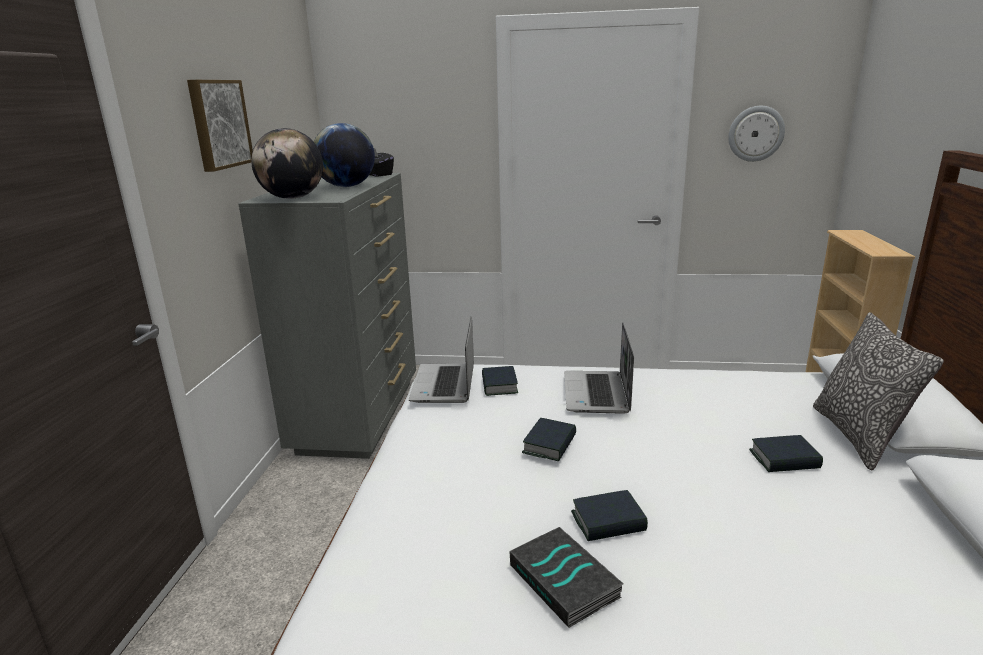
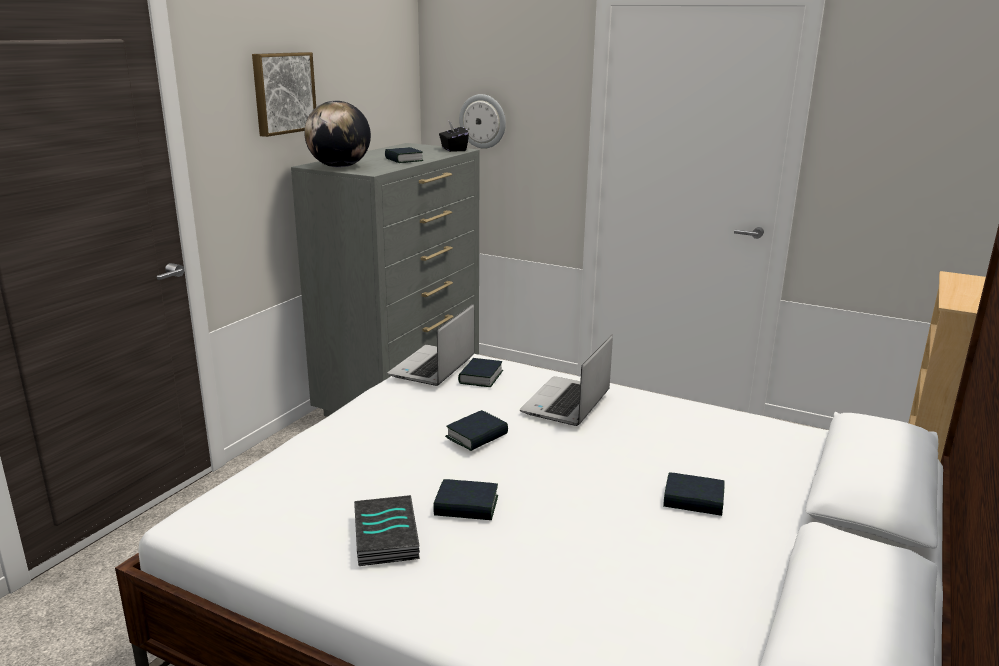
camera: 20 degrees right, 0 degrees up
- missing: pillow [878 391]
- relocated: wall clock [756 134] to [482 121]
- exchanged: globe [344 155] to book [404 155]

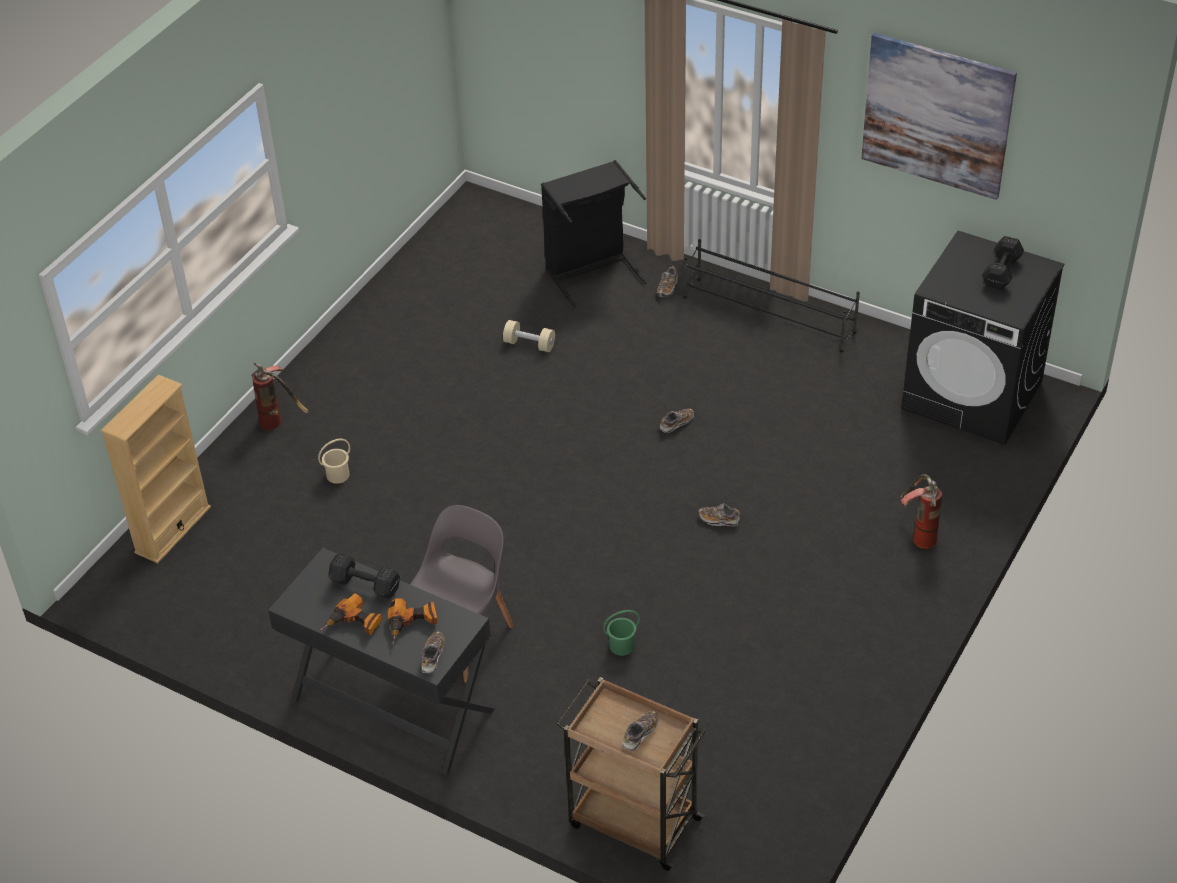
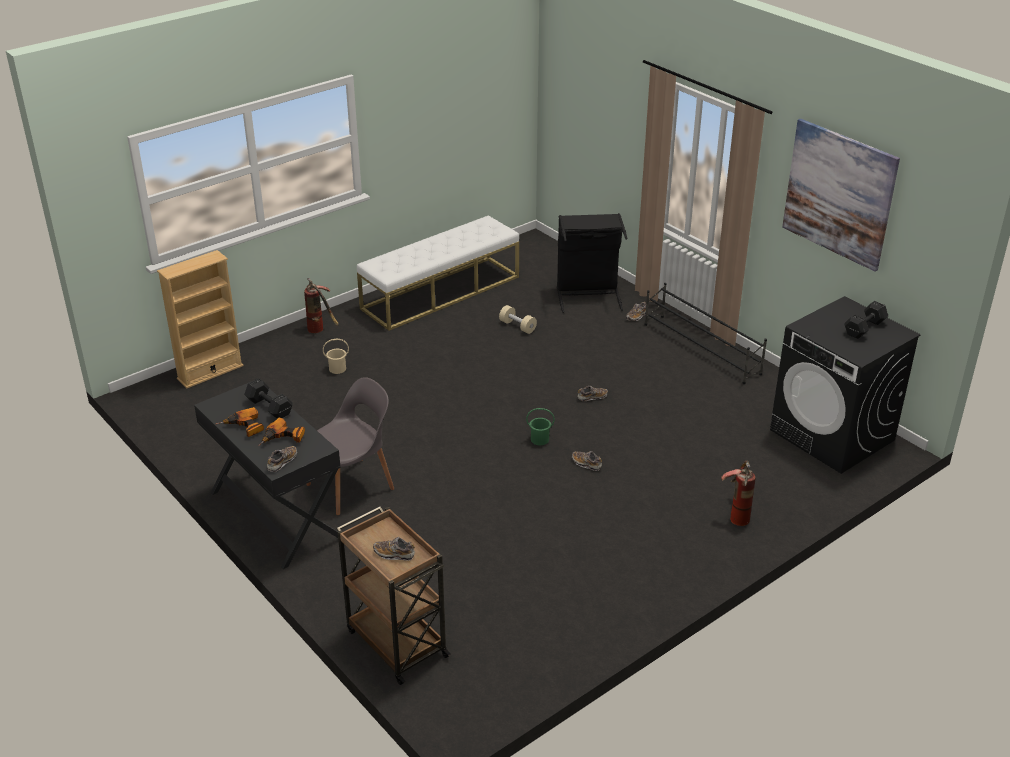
camera: 20 degrees right, 10 degrees down
- appeared: bench/white [438 273]
- relocated: bucket/green [621 633] to [540 426]
- spun: shoe [640 731] = [394 549] 135 degrees counterclockwise

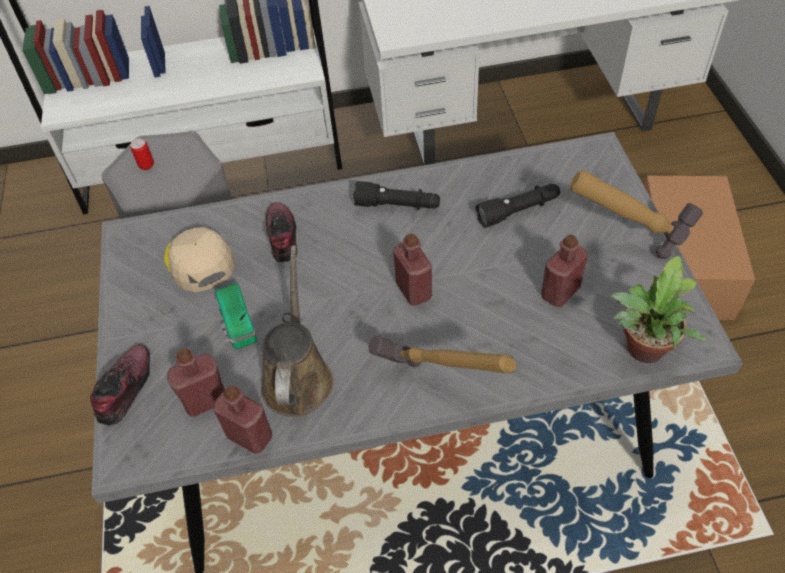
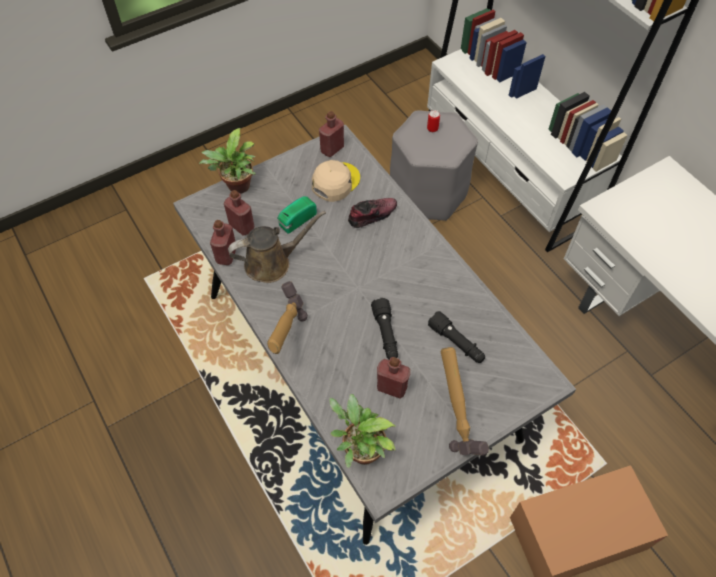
camera: 65 degrees right, 5 degrees up
- relocated: flashlight/black [396 195] to [384 328]
- relocated: bottle/red [412 269] to [331 134]
- exchanged: shoe [120 385] to potted plant [227 161]

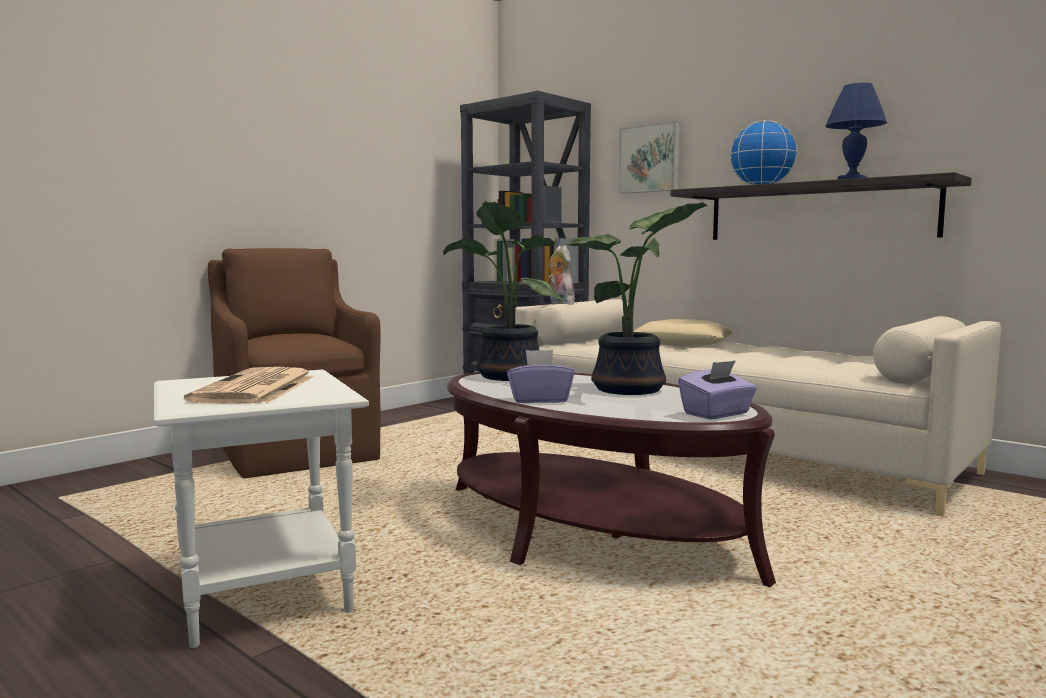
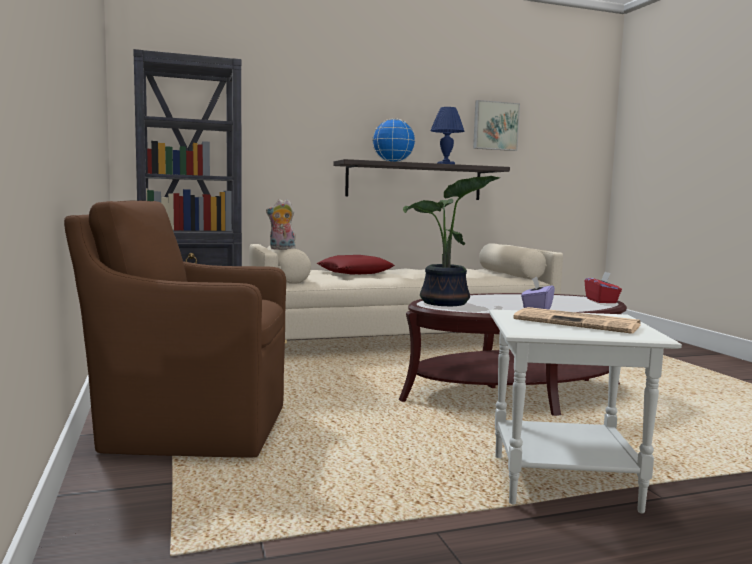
camera: 60 degrees left, 0 degrees up
- missing: potted plant [635 298]
- relocated: picture [649 157] to [496 125]
- colour: pillow/beige [684 333] to pillow/red [356 265]
- colour: tissue box/purple [717 390] to tissue box/red [603 287]

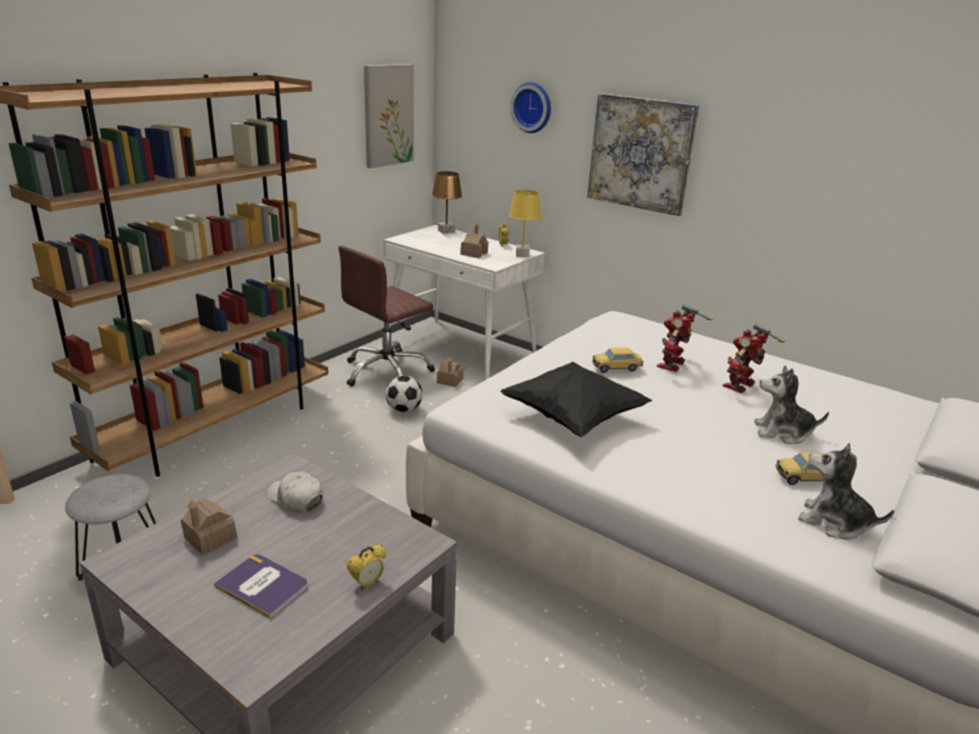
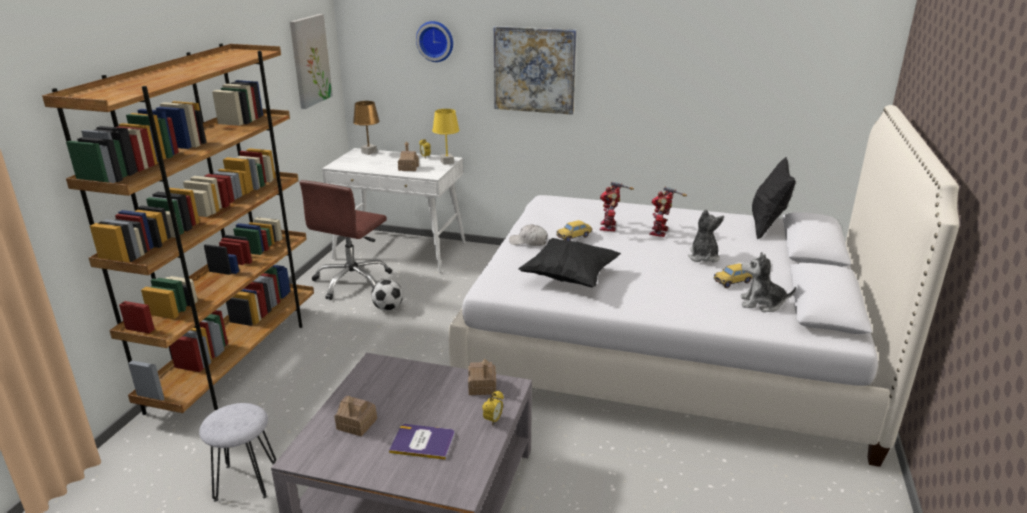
camera: 20 degrees left, 0 degrees up
- appeared: pillow/black [774 197]
- relocated: cap/white [294 492] to [528 235]
- relocated: toy house [450 372] to [482 377]
- spun: plush toy [791 405] = [706 236] 105 degrees clockwise

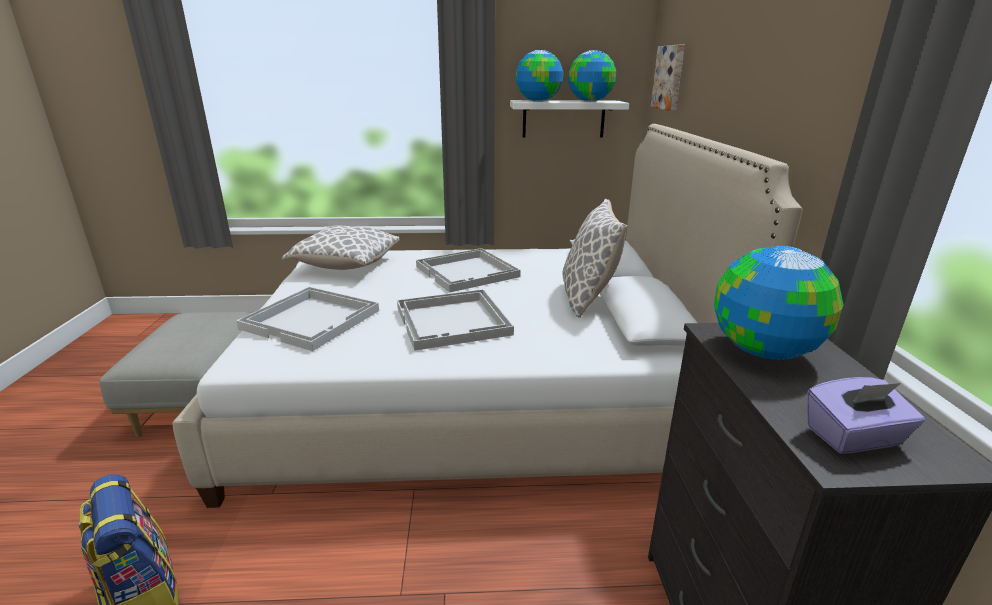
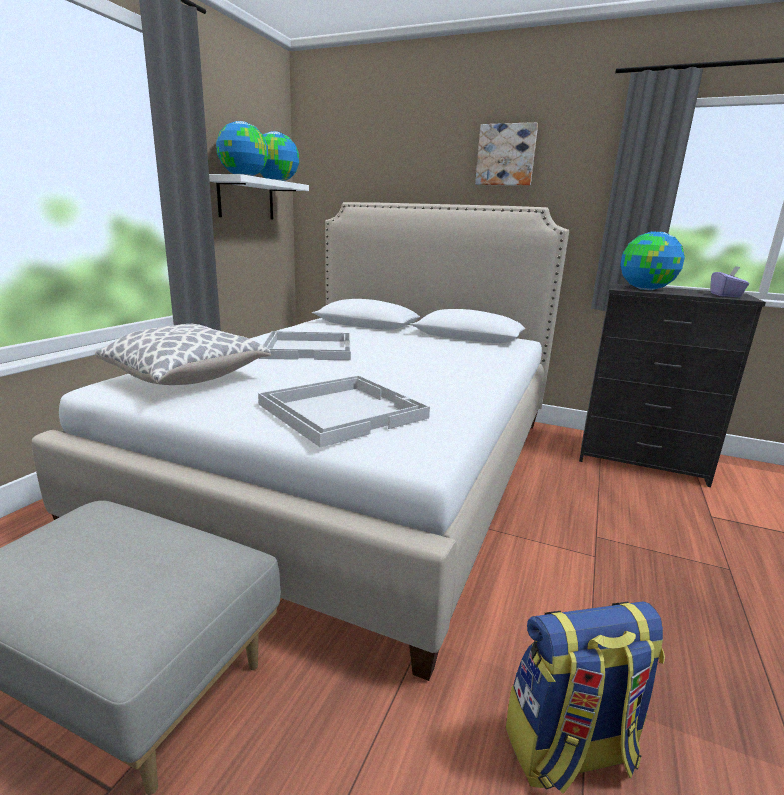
camera: 65 degrees left, 5 degrees down
- missing: tray/white [455 320]
- missing: pillow [594 258]
- relocated: picture [668 77] to [506 154]

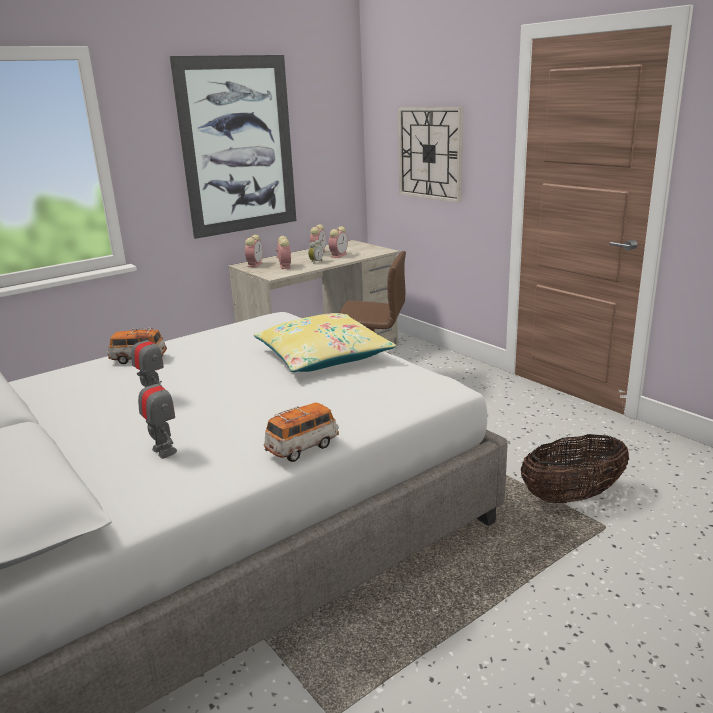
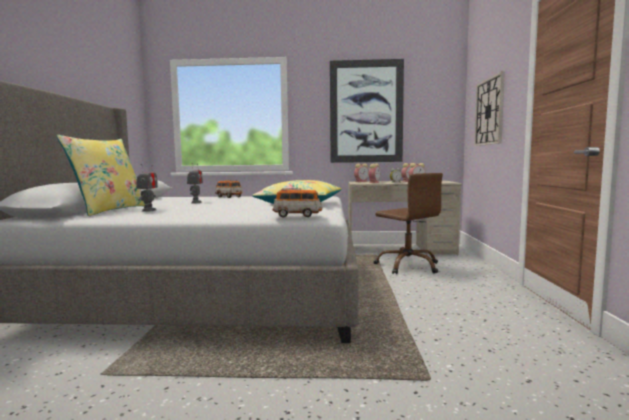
camera: 40 degrees right, 15 degrees down
- missing: basket [575 468]
- appeared: pillow/yellow [100 175]
- relocated: toy car [301 432] to [297 202]

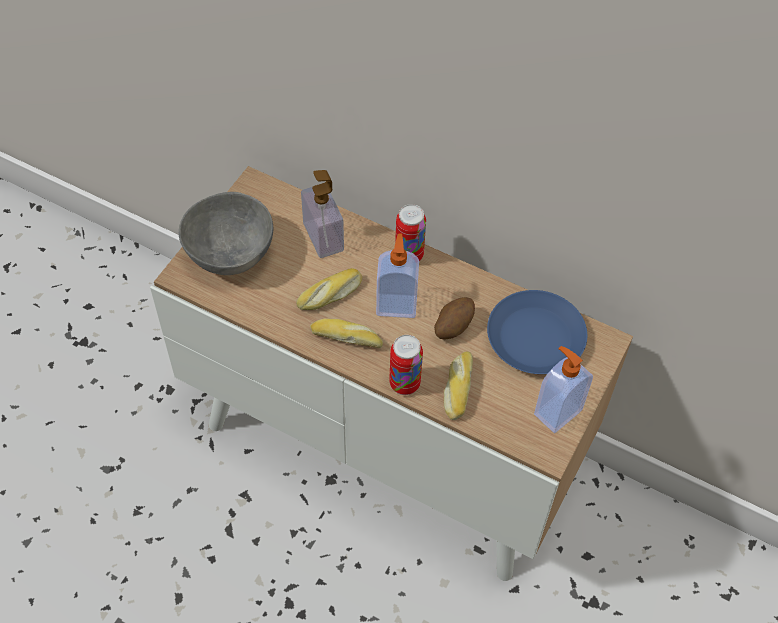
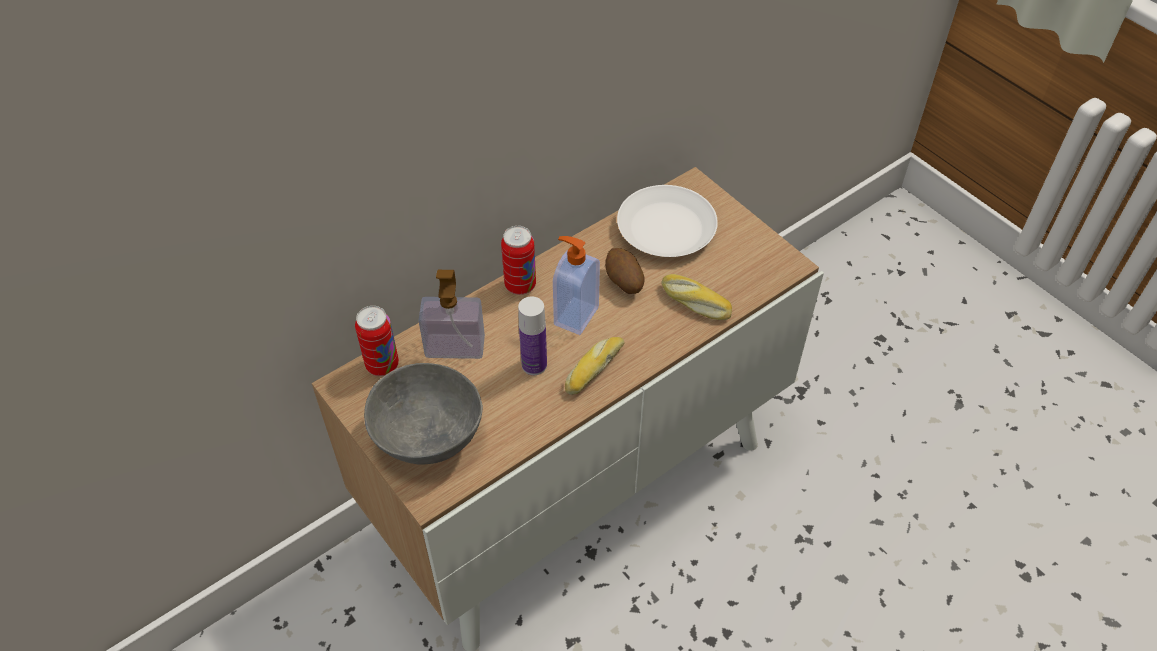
camera: 65 degrees left, 5 degrees down
- missing: soap dispenser [563 389]
- relocated: can [406 365] to [377 341]
- exchanged: bread [329 289] to bottle [532 335]
- colour: plate/blue [537 332] to plate/white [667 221]

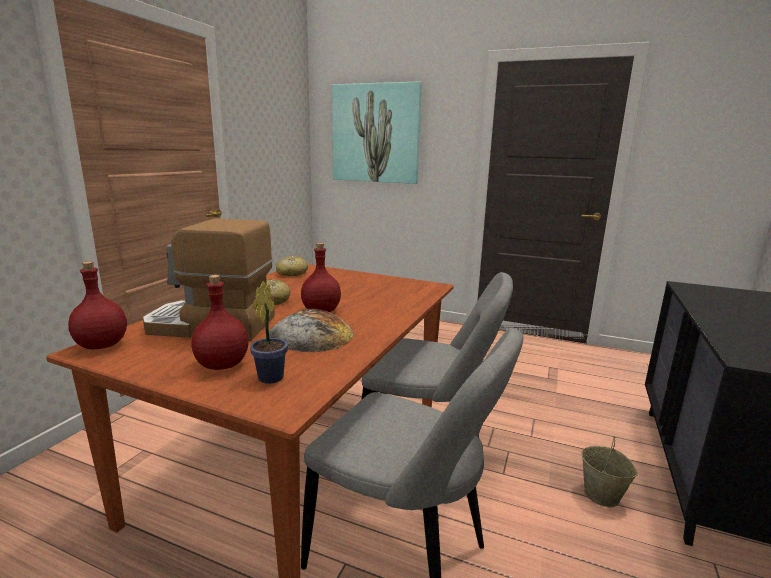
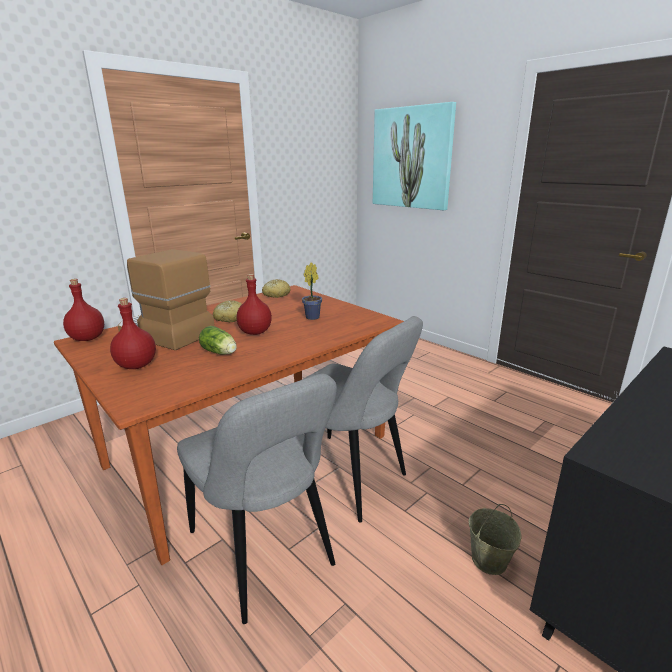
camera: 25 degrees right, 5 degrees up
- relocated: potted plant [269 332] to [312 291]
- exchanged: bread [311 330] to lettuce [218 340]

